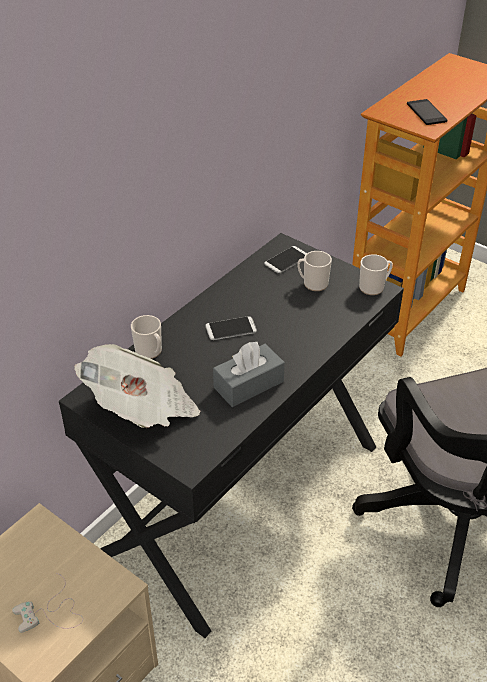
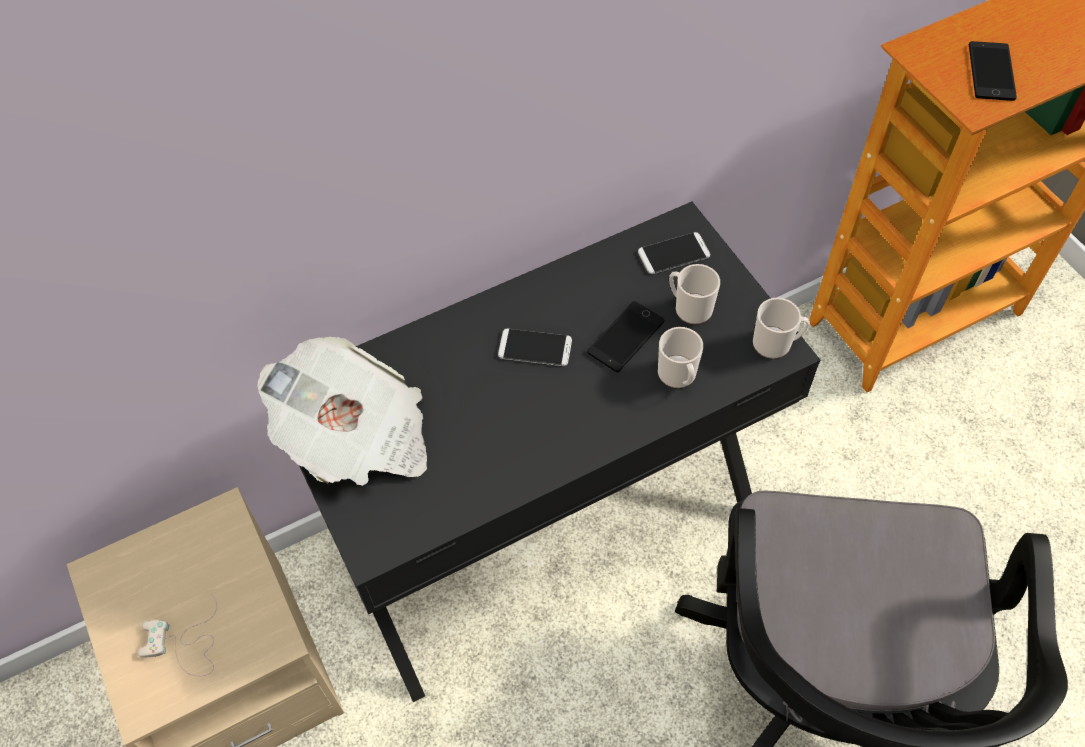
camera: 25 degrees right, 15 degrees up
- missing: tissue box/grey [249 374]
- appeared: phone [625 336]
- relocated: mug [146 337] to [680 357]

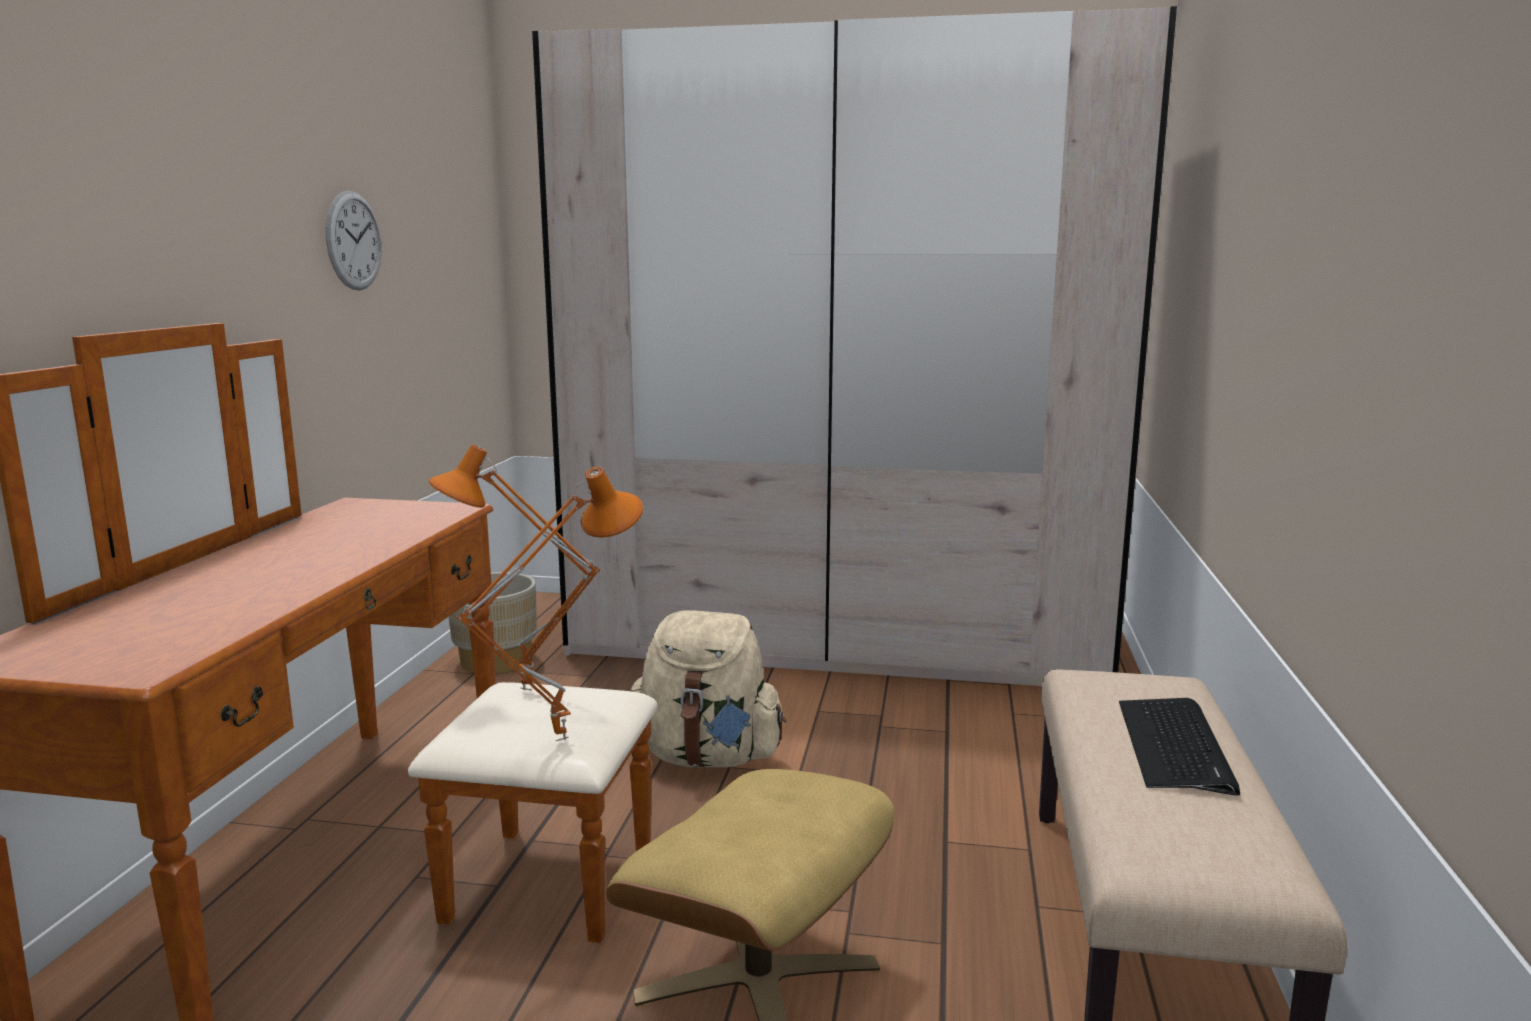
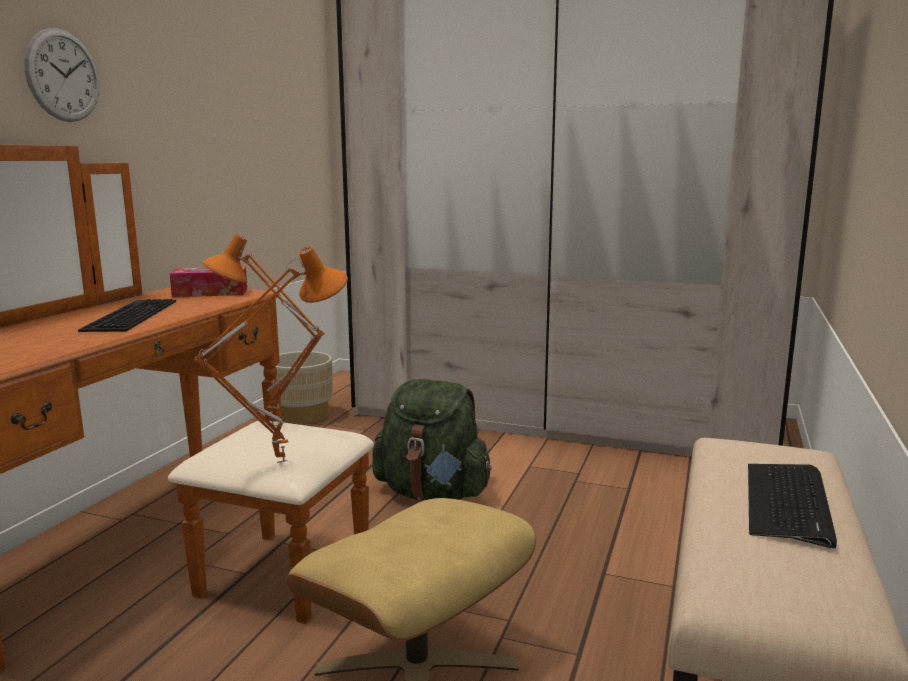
camera: 10 degrees right, 0 degrees up
- appeared: keyboard [127 315]
- appeared: tissue box [208 282]
- relocated: wall clock [354 240] to [61 75]
- colour: backpack/beige [708 688] to backpack/green [432 439]

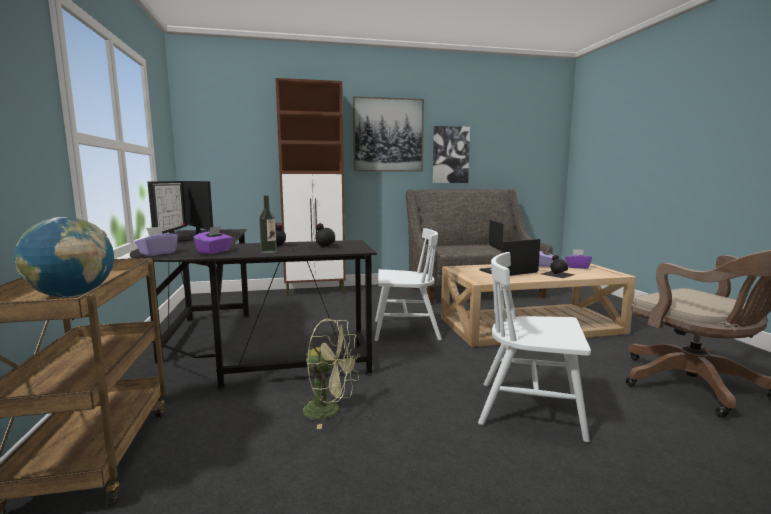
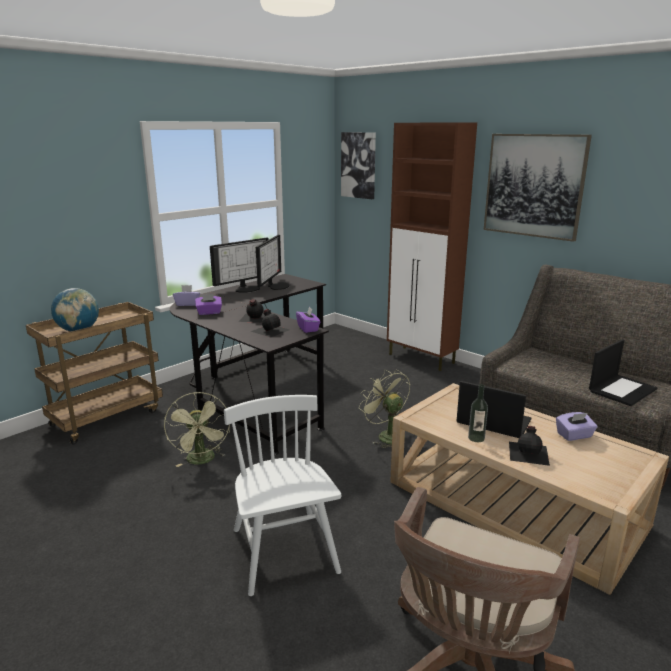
camera: 55 degrees right, 10 degrees up
- relocated: bottle [268 224] to [478 413]
- relocated: picture [451 154] to [358 165]
- relocated: tissue box/purple [578 259] to [308 319]
- exchanged: chair/white [408 284] to fan/green [384 409]

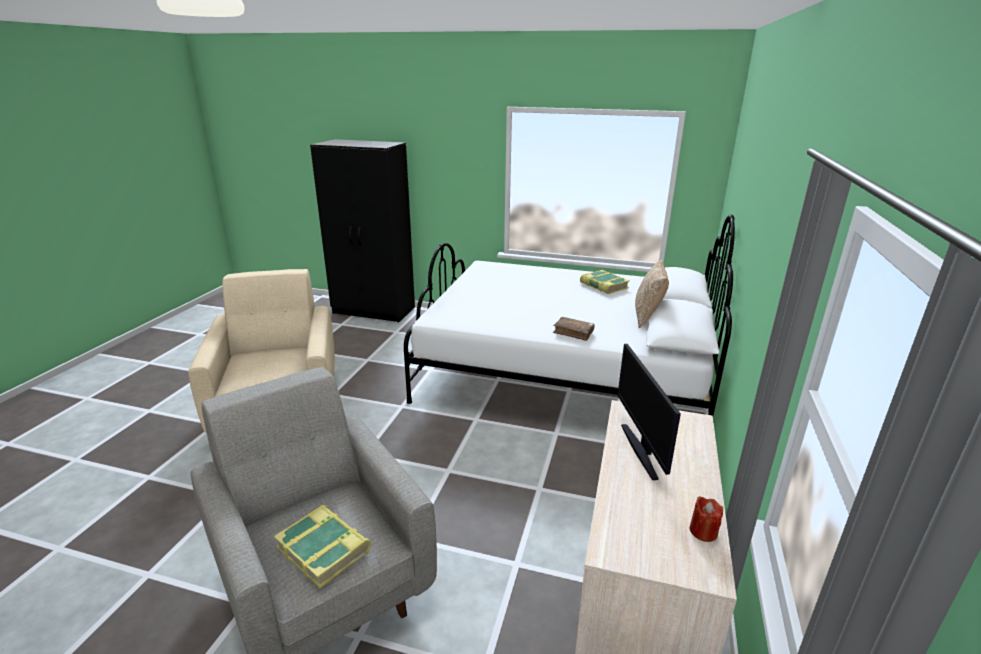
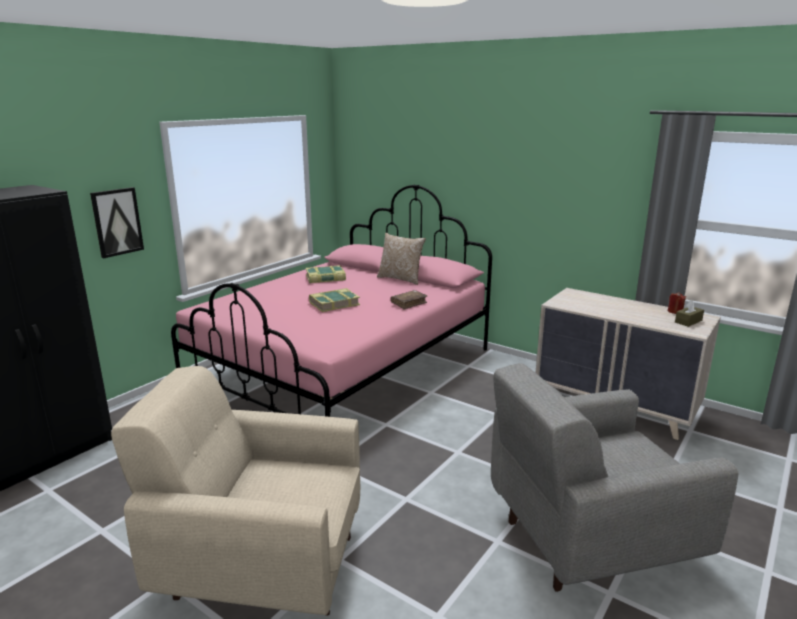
camera: 70 degrees left, 5 degrees down
- missing: monitor [649 412]
- appeared: picture [117 222]
- appeared: tissue box/brown [689 313]
- relocated: book [322 547] to [334 300]
- colour: bed/white [569 315] to bed/pink [331 301]

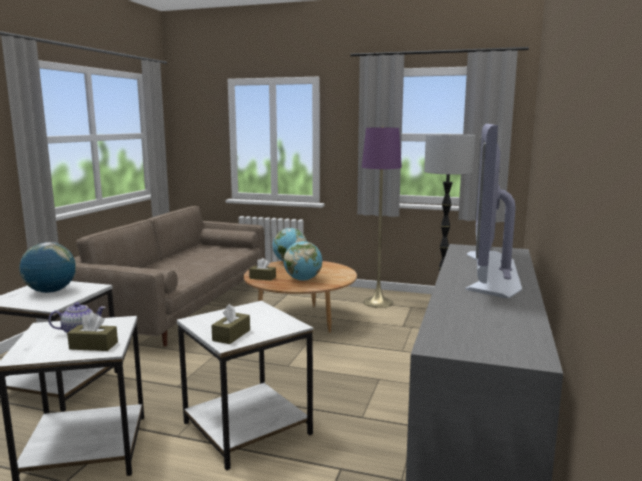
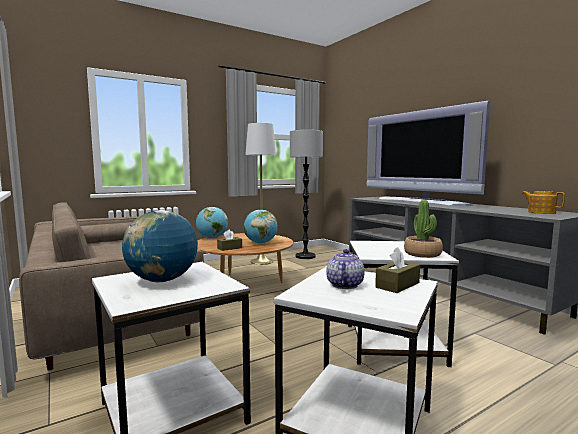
camera: 50 degrees left, 5 degrees down
- appeared: teapot [543 202]
- exchanged: tissue box/brown [230 324] to potted plant [423 229]
- colour: floor lamp/purple [382 217] to floor lamp/white [260 194]

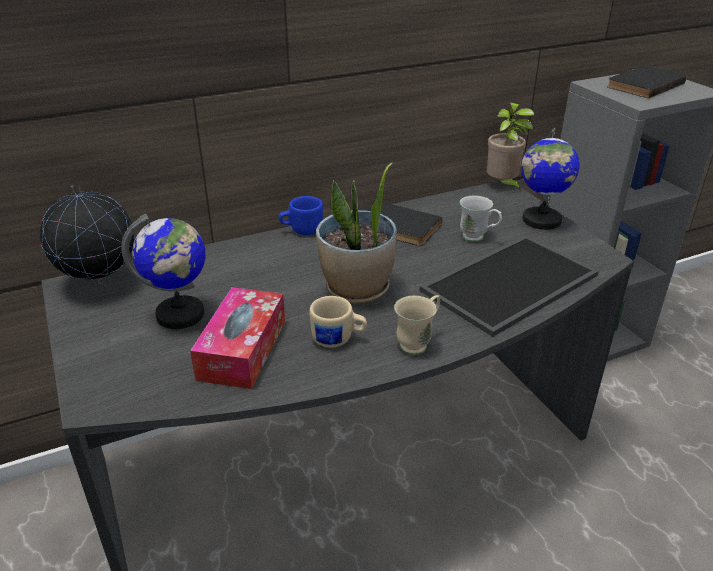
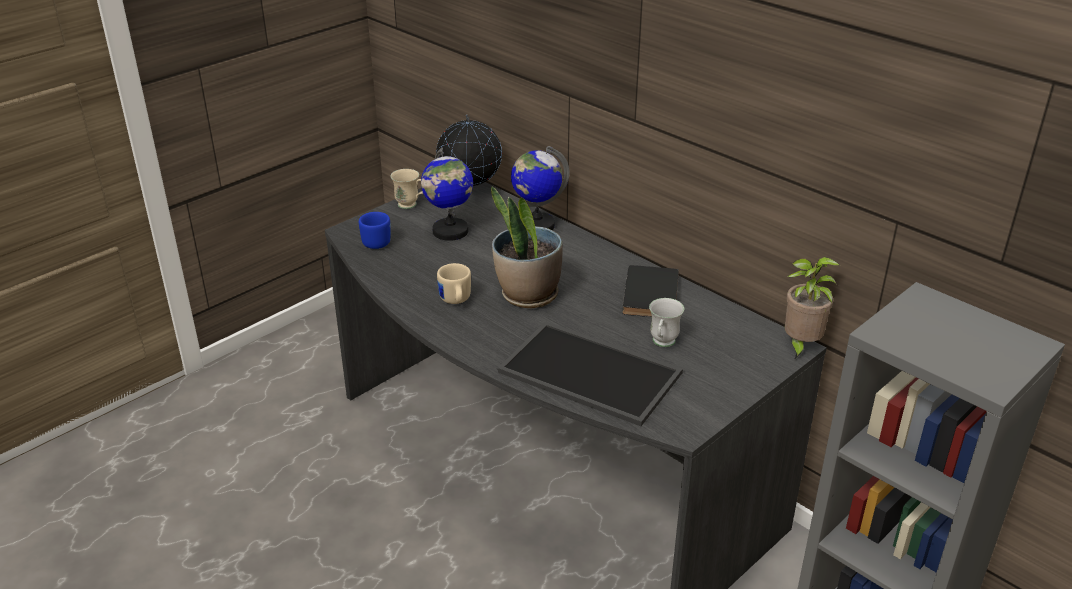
camera: 70 degrees right, 0 degrees up
- missing: tissue box [237 338]
- missing: book/black [647 82]
- relocated: mug/blue [301 215] to [375 230]
- relocated: mug/beige [417 325] to [407 189]
- relocated: globe [550 179] to [540 188]

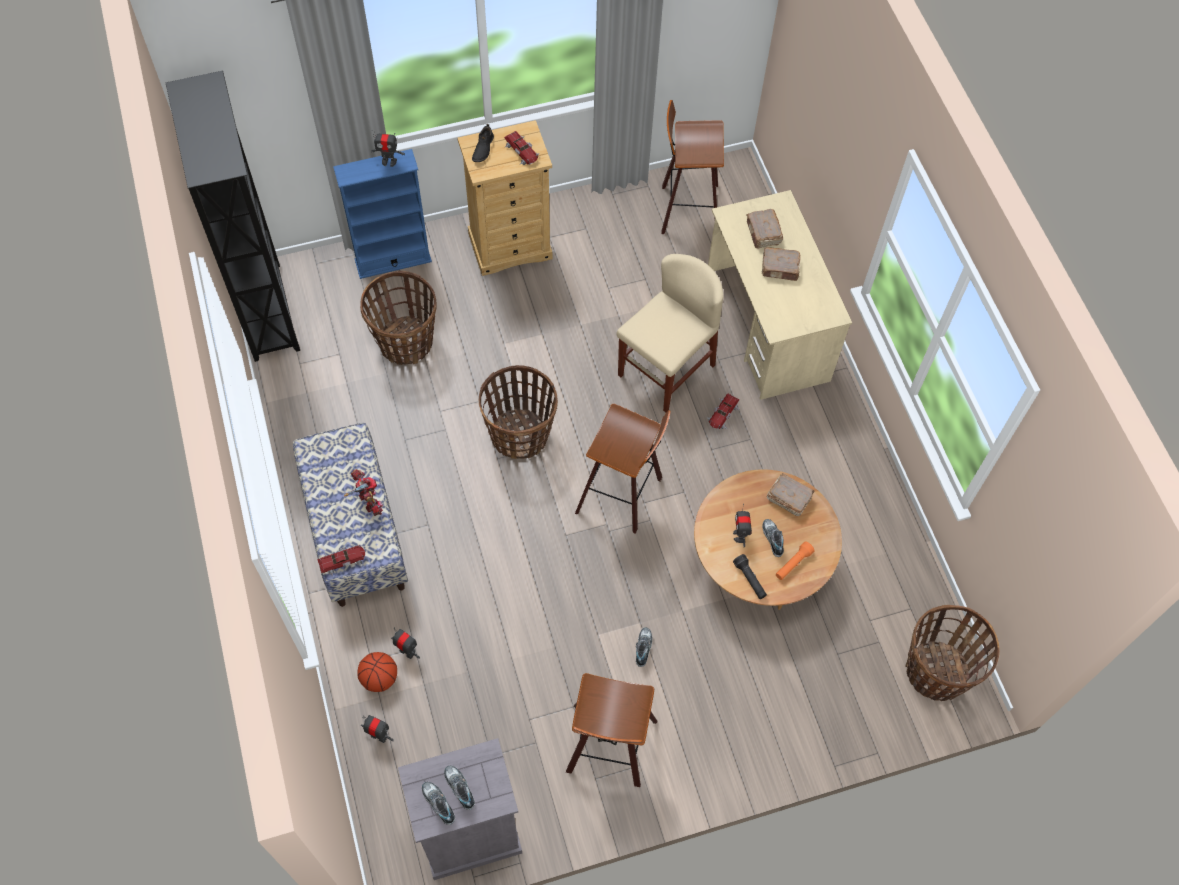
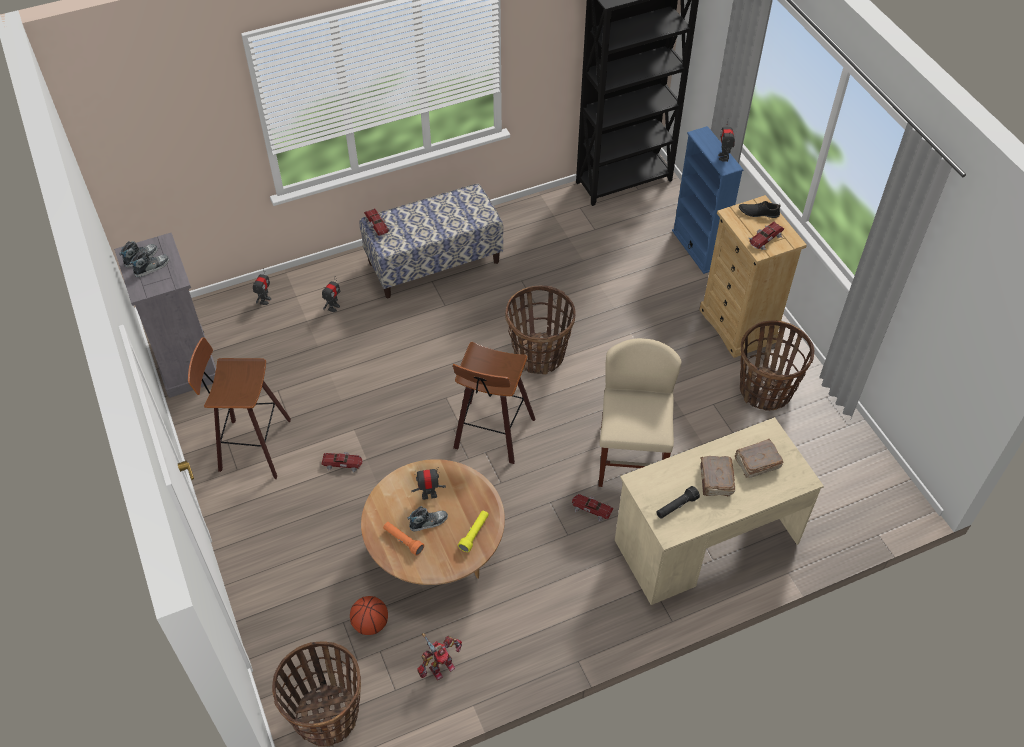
camera: 85 degrees right, 10 degrees down
- missing: stool [692 167]
- relocated: toy robot [363 492] to [439 657]
- relocated: basketball [377 672] to [369 615]
- relocated: basket [398 318] to [777 365]
- relocated: flashlight/black [750 576] to [678 502]
- exchanged: shoe [644 647] to toy car [342 462]
- exchanged: book/brown [791 494] to flashlight/yellow [473 531]
- spun: chair/beige [670 333] = [639 412] 120 degrees counterclockwise

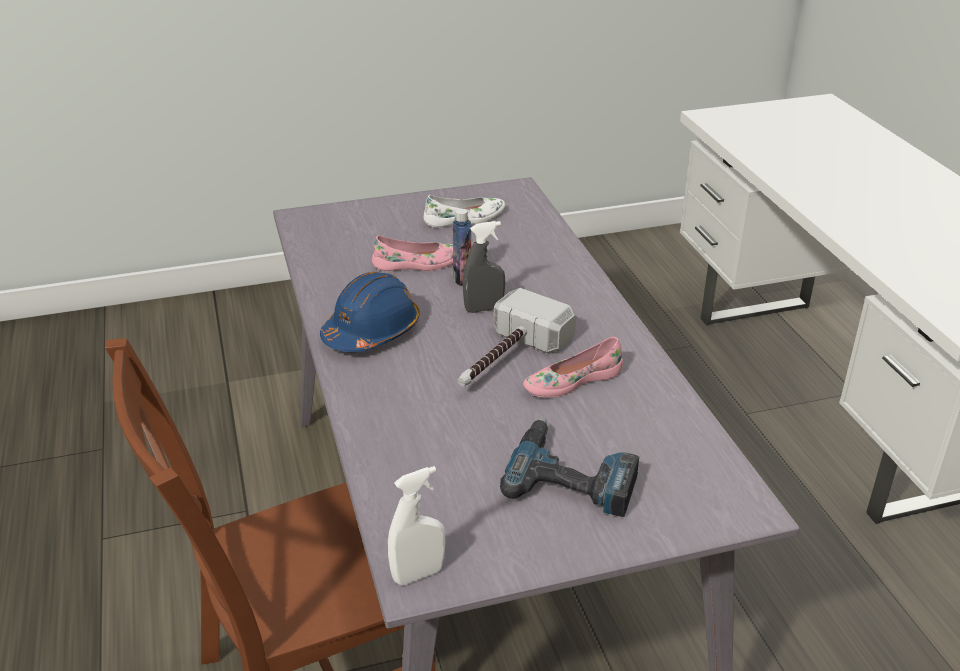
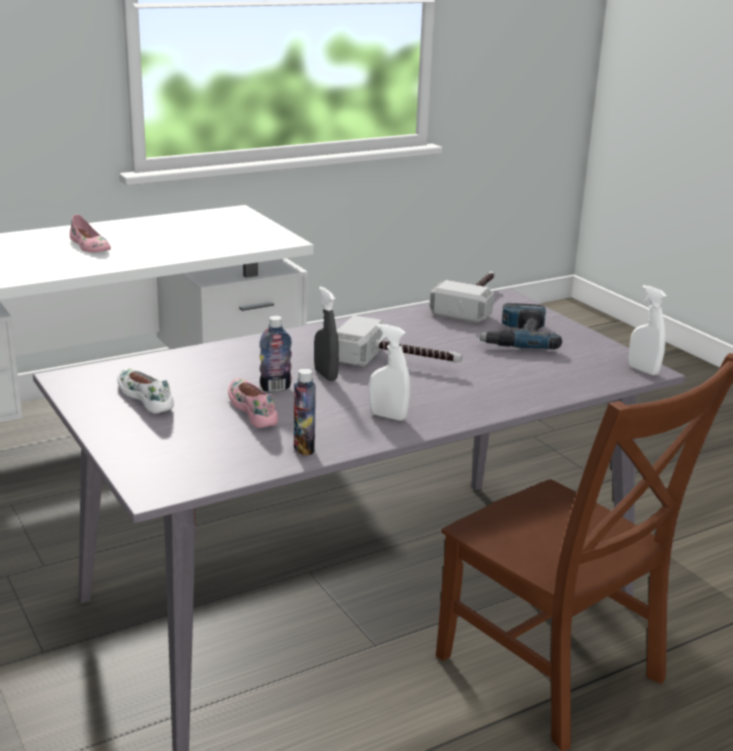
camera: 105 degrees left, 10 degrees down
- appeared: bottle [305 412]
- appeared: hammer [462 297]
- relocated: shoe/pink [573 367] to [90 233]
- exchanged: hard hat/blue [370 312] to spray bottle/white [389 372]

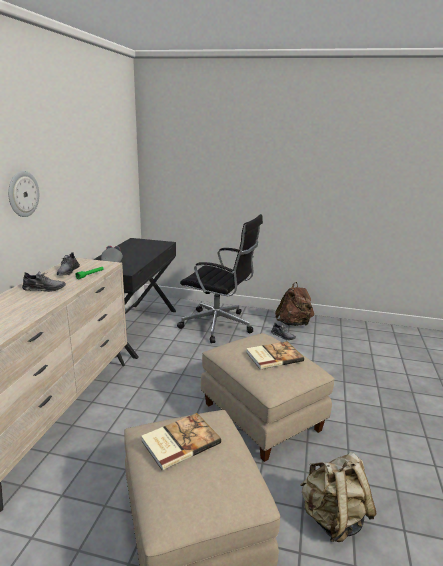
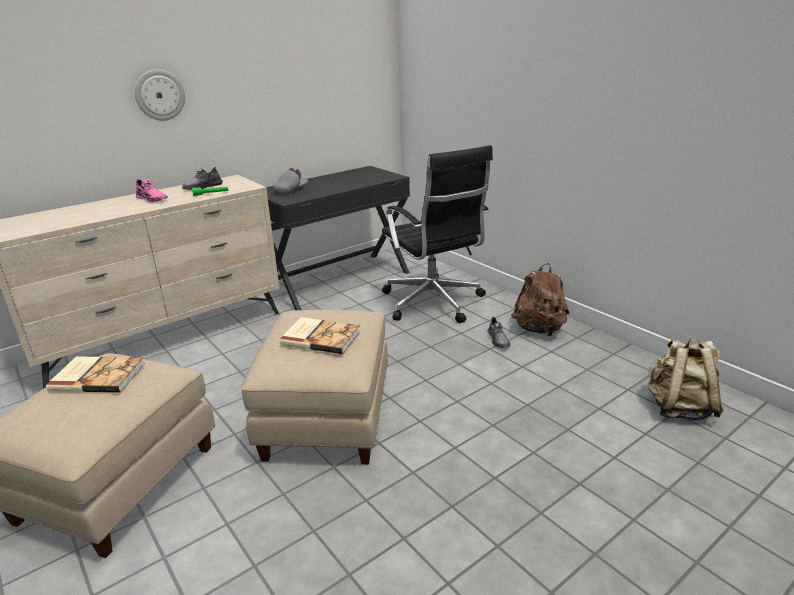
camera: 40 degrees right, 5 degrees up
- relocated: backpack/beige [338 497] to [686 379]
- colour: shoe/grey [44 281] to shoe/pink [152 190]

